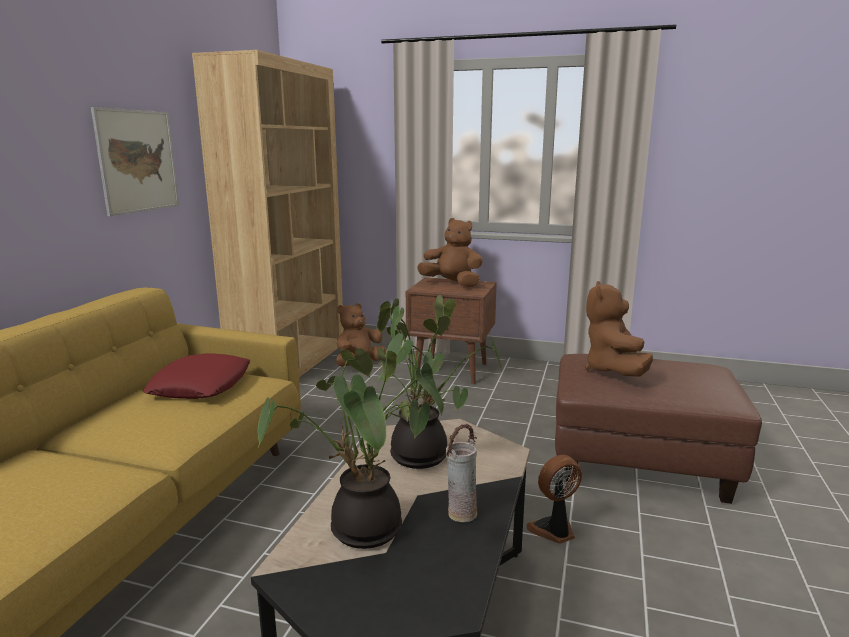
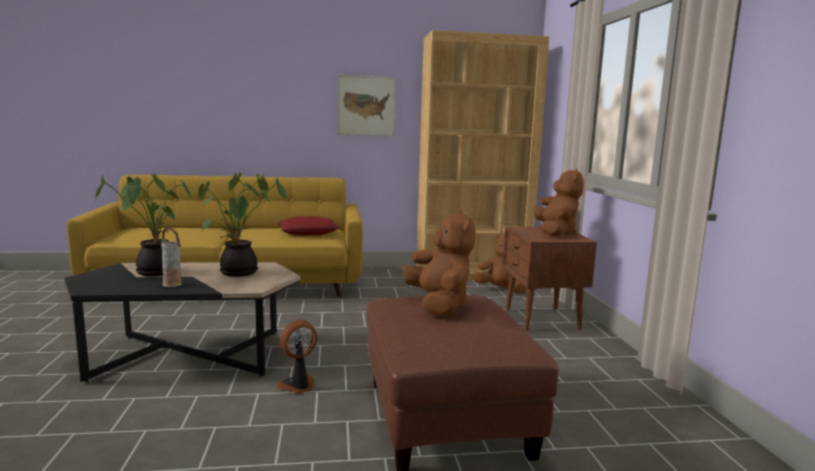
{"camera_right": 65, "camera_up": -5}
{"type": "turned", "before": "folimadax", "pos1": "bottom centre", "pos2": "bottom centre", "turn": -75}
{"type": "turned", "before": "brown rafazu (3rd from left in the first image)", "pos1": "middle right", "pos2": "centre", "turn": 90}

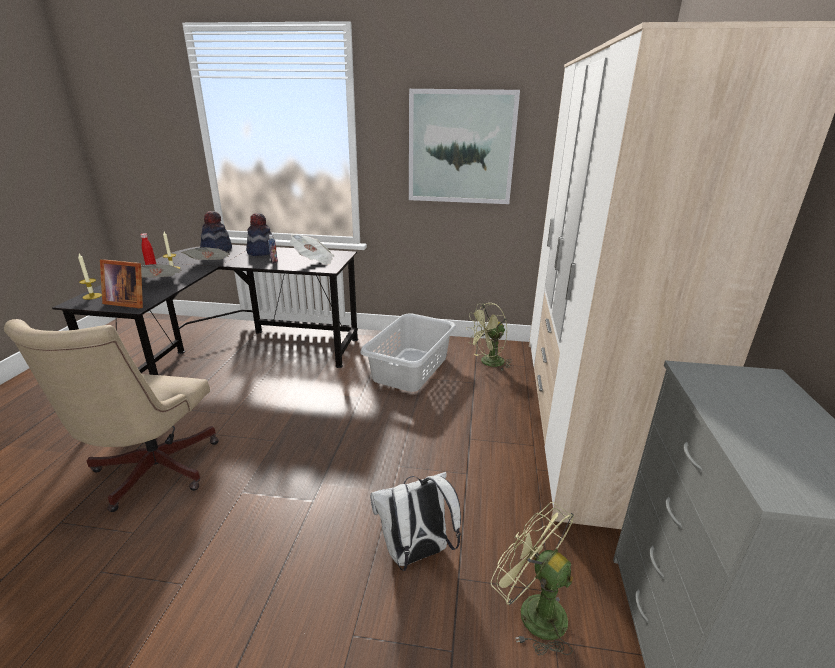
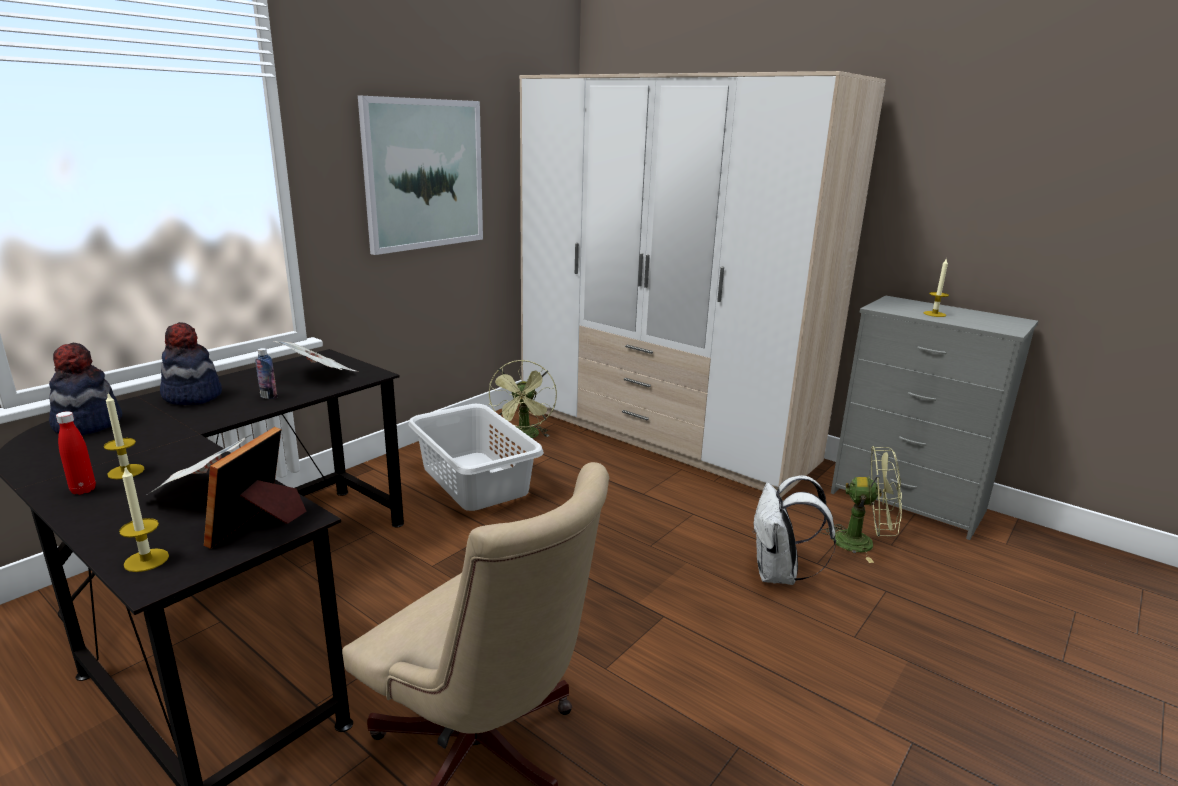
{"camera_right": -60, "camera_up": -5}
{"type": "turned", "before": "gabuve", "pos1": "middle left", "pos2": "middle left", "turn": 150}
{"type": "turned", "before": "green folimadax (2nd from left)", "pos1": "bottom centre", "pos2": "middle right", "turn": -150}
{"type": "added", "after": "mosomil (3rd from left)", "pos2": "middle right"}
{"type": "removed", "before": "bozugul (2nd from left)", "pos1": "middle left"}

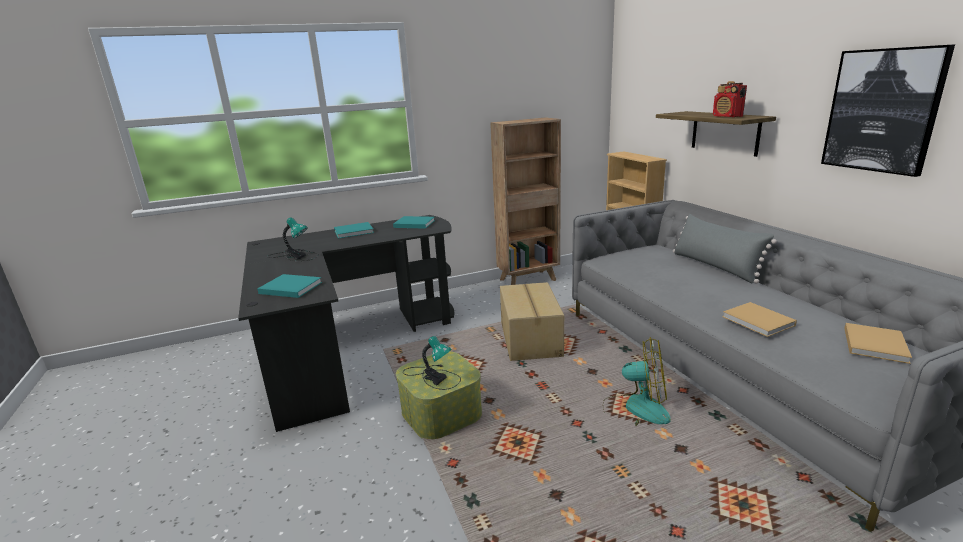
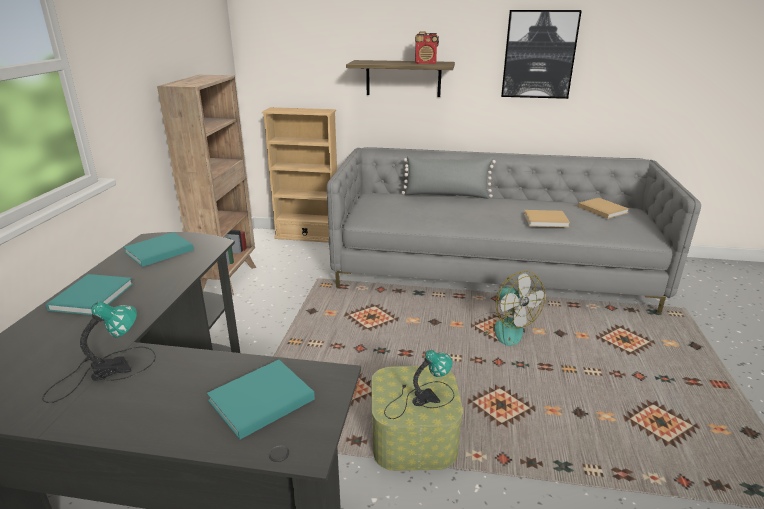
{"camera_right": -60, "camera_up": 5}
{"type": "turned", "before": "folimadax", "pos1": "bottom centre", "pos2": "middle right", "turn": 105}
{"type": "removed", "before": "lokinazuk", "pos1": "centre"}

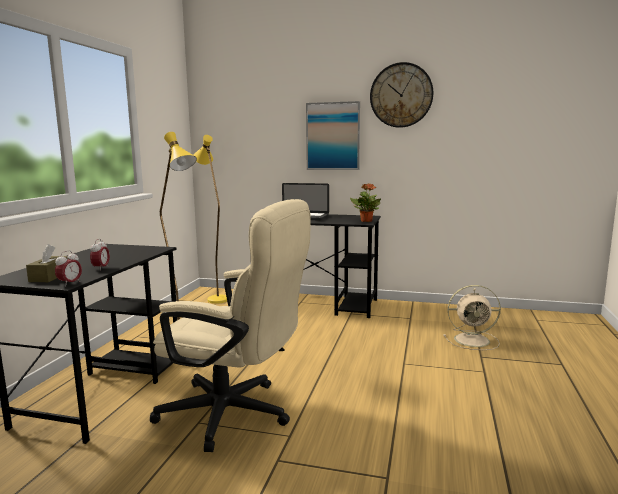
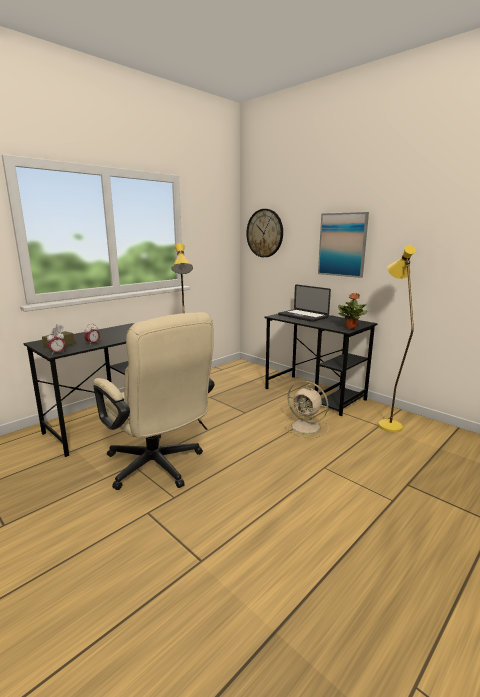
{"camera_right": 30, "camera_up": 5}
{"type": "moved", "before": "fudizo", "pos1": "top centre", "pos2": "centre"}
{"type": "moved", "before": "beige folimadax", "pos1": "middle right", "pos2": "centre"}
{"type": "moved", "before": "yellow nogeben (2nd from left)", "pos1": "centre", "pos2": "middle right"}

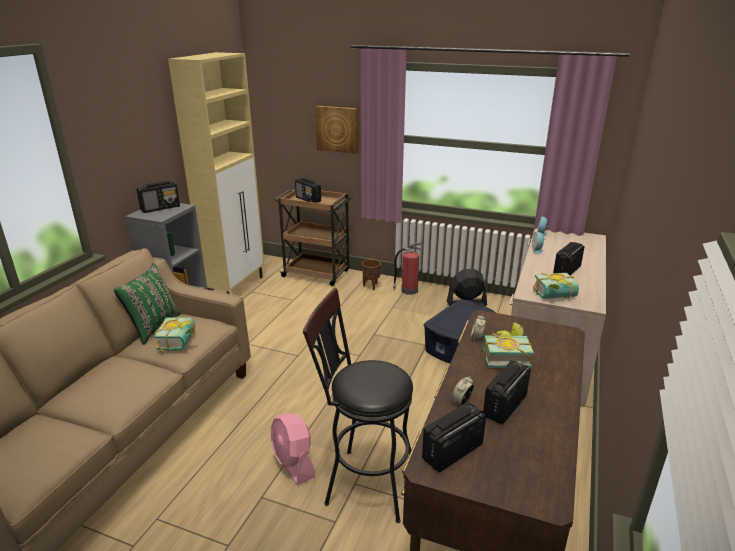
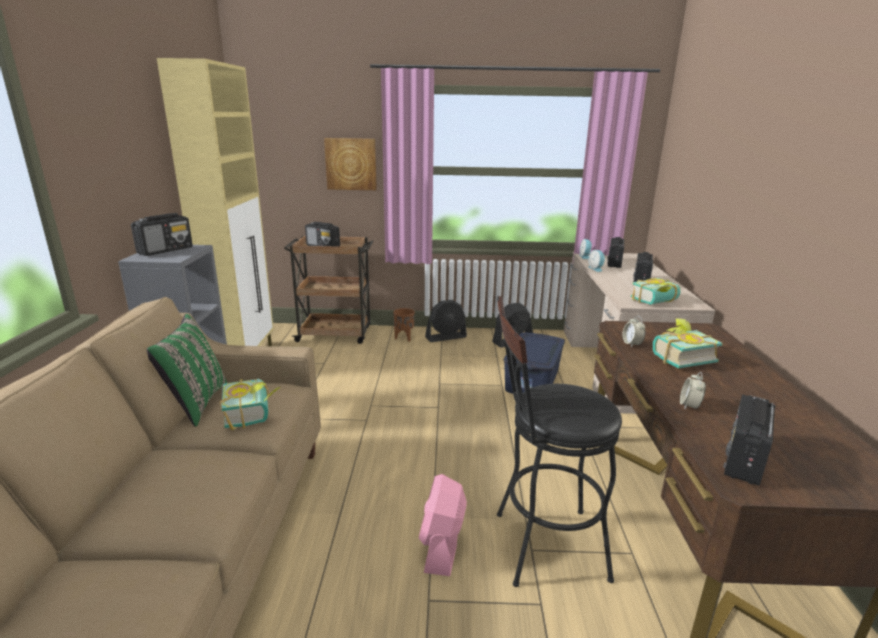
{"camera_right": -20, "camera_up": -5}
{"type": "turned", "before": "pink folimadax", "pos1": "bottom centre", "pos2": "bottom centre", "turn": 60}
{"type": "replaced", "before": "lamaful", "after": "black folimadax (1st from left)", "pos1": "centre", "pos2": "centre"}
{"type": "moved", "before": "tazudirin (4th from left in the first image)", "after": "tazudirin (3rd from left)", "pos1": "bottom right", "pos2": "middle right"}

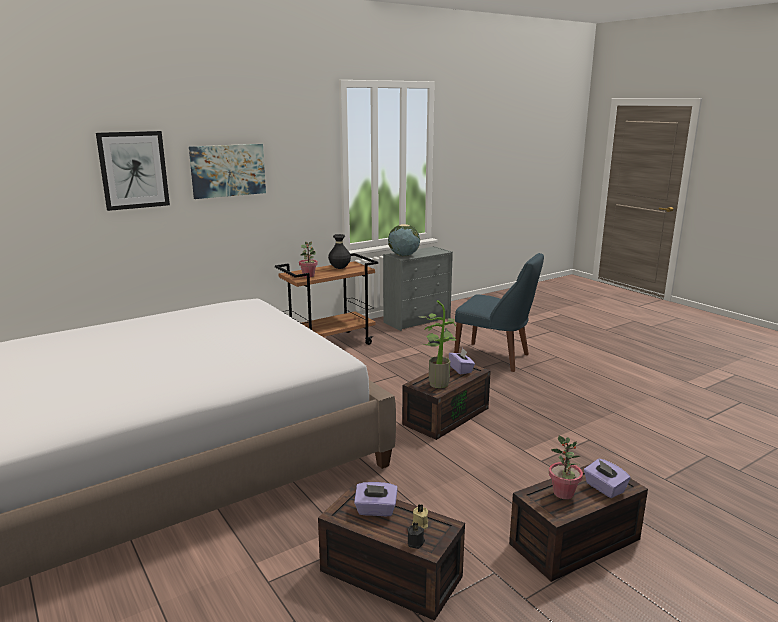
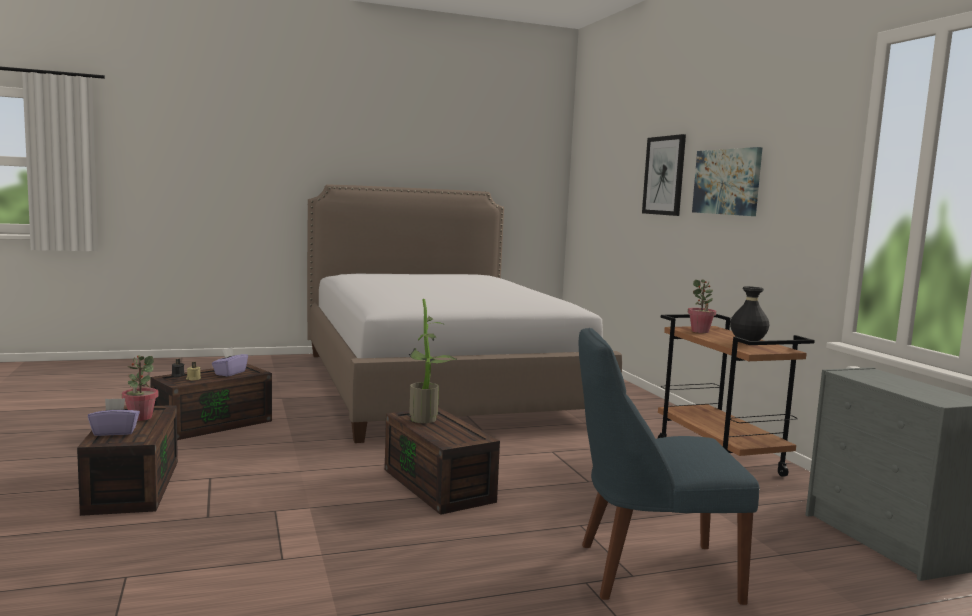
{"camera_right": 105, "camera_up": -10}
{"type": "turned", "before": "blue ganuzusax", "pos1": "centre", "pos2": "bottom right", "turn": 45}
{"type": "removed", "before": "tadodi", "pos1": "centre"}
{"type": "removed", "before": "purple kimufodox (2nd from left)", "pos1": "centre"}

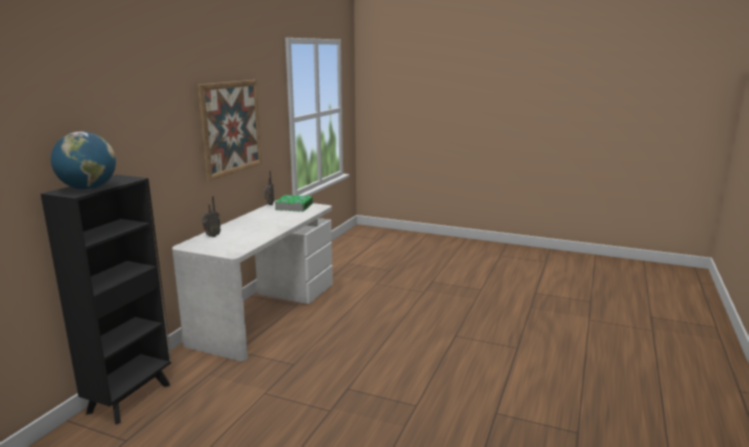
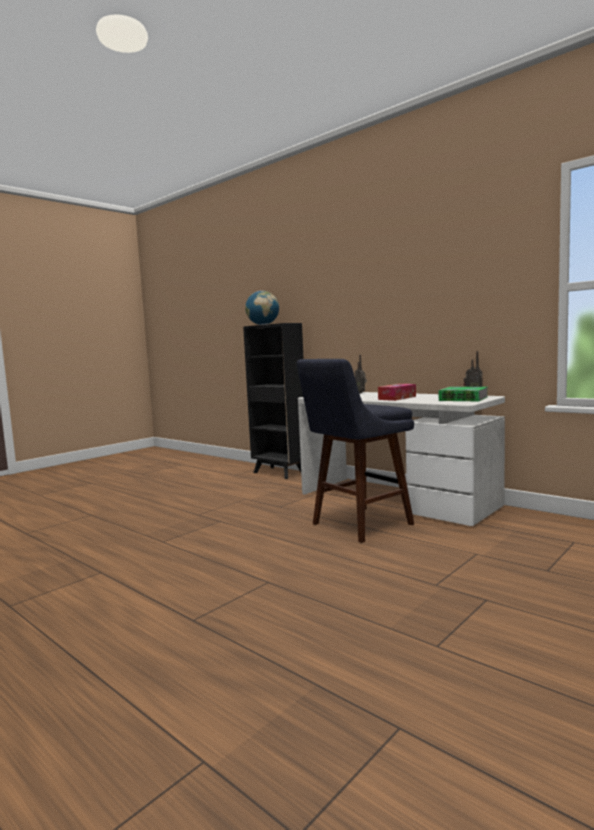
{"camera_right": 110, "camera_up": -10}
{"type": "added", "after": "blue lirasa", "pos2": "centre"}
{"type": "added", "after": "kimufodox", "pos2": "middle right"}
{"type": "removed", "before": "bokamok", "pos1": "top left"}

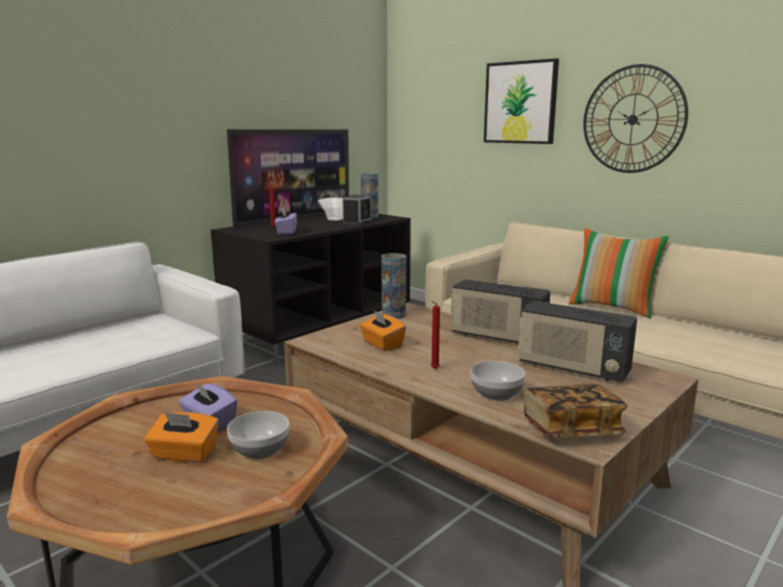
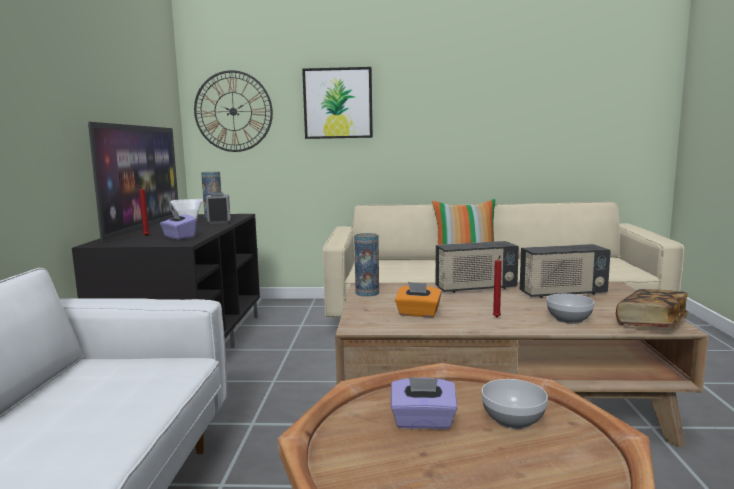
{"camera_right": -40, "camera_up": -5}
{"type": "moved", "before": "fudizo", "pos1": "top right", "pos2": "top left"}
{"type": "removed", "before": "orange kimufodox (1st from left)", "pos1": "bottom left"}

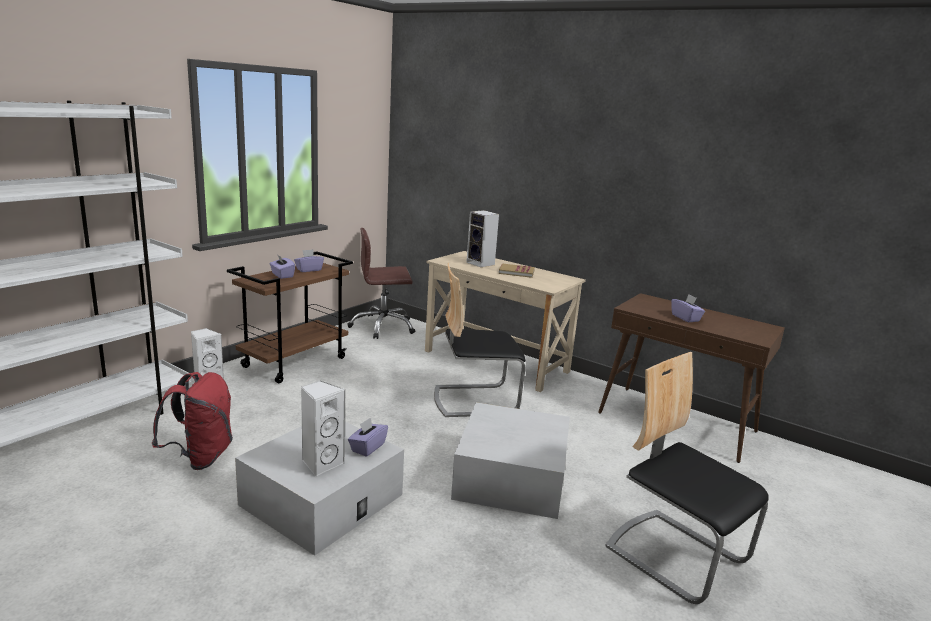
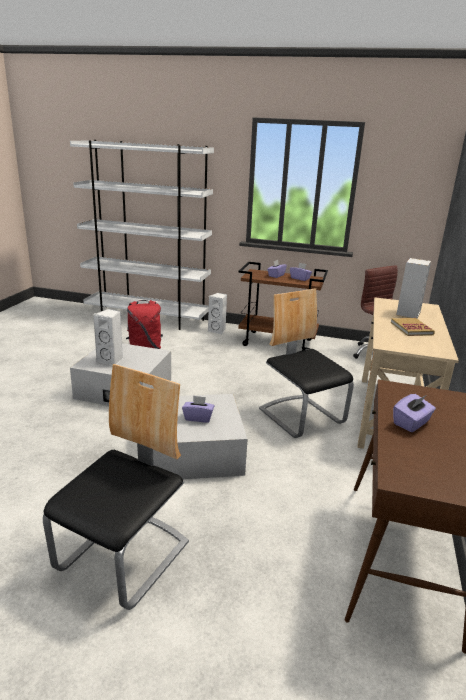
{"camera_right": 70, "camera_up": 5}
{"type": "moved", "before": "purple kimufodox (3rd from left in the first image)", "after": "purple kimufodox (1st from left)", "pos1": "bottom centre", "pos2": "centre"}

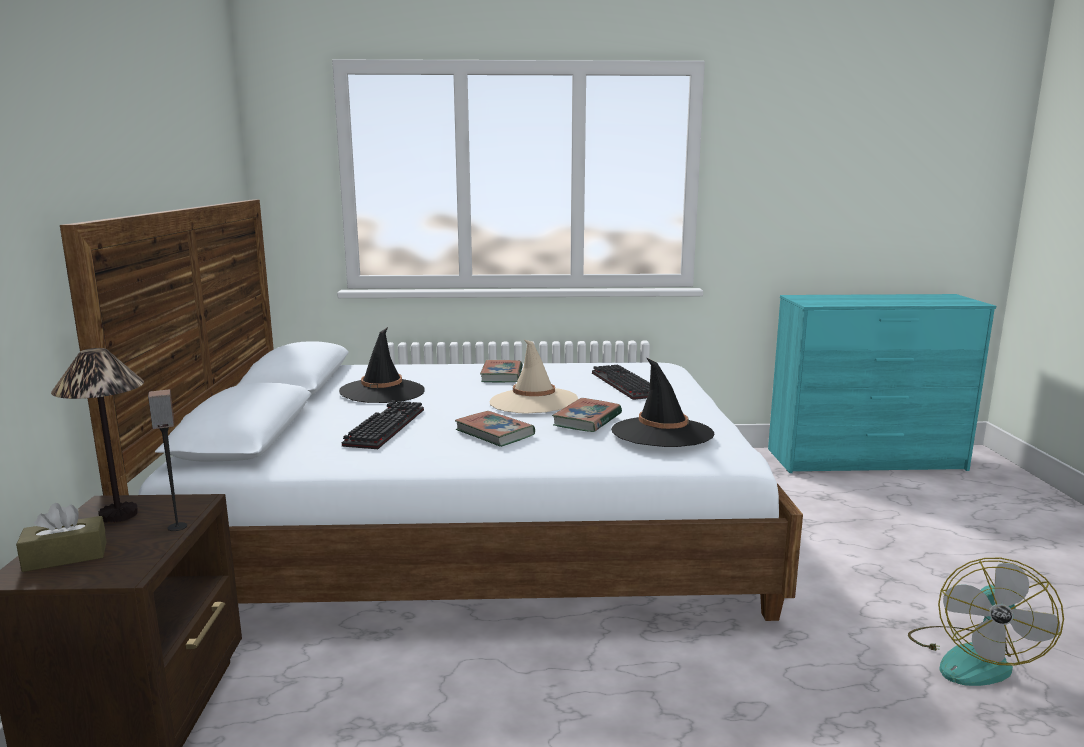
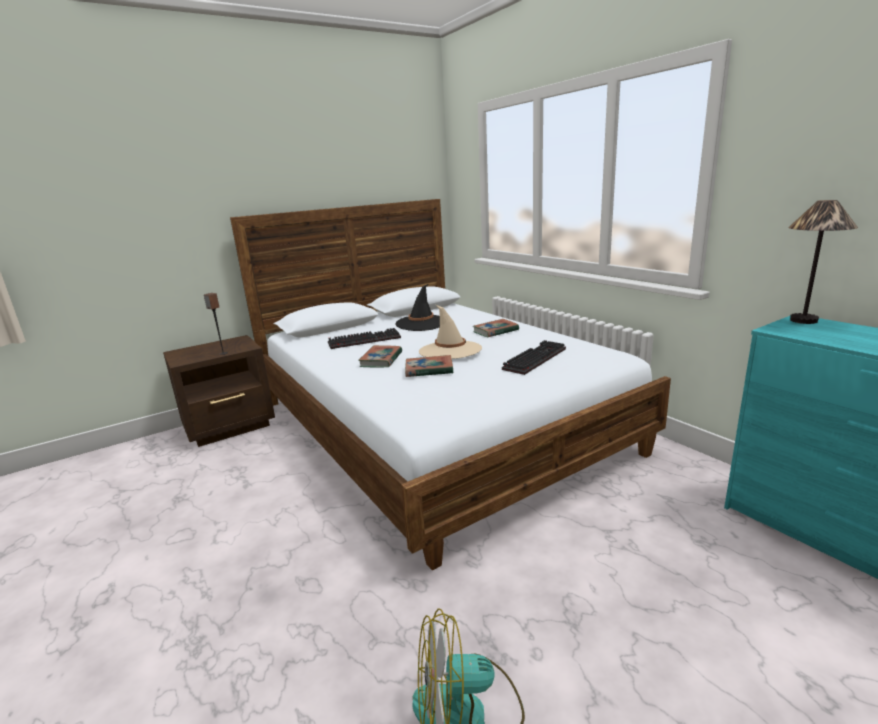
{"camera_right": 60, "camera_up": 5}
{"type": "moved", "before": "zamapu", "pos1": "middle left", "pos2": "middle right"}
{"type": "removed", "before": "brown kimufodox", "pos1": "bottom left"}
{"type": "removed", "before": "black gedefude (2nd from left)", "pos1": "centre"}

